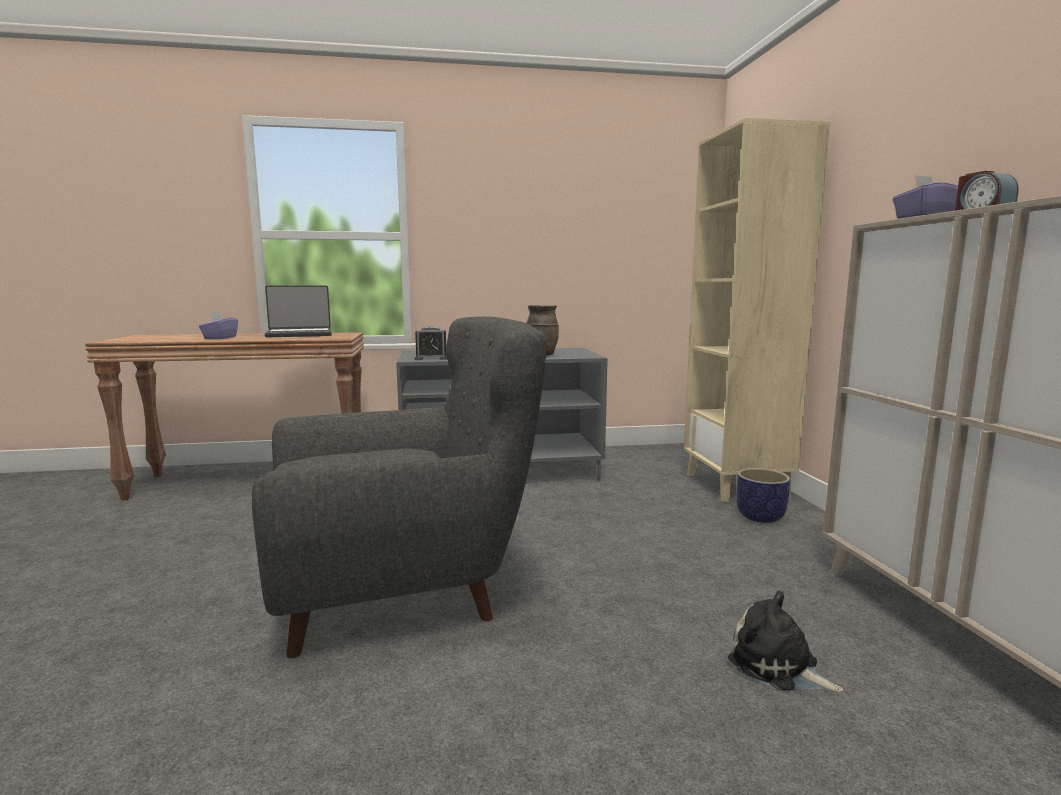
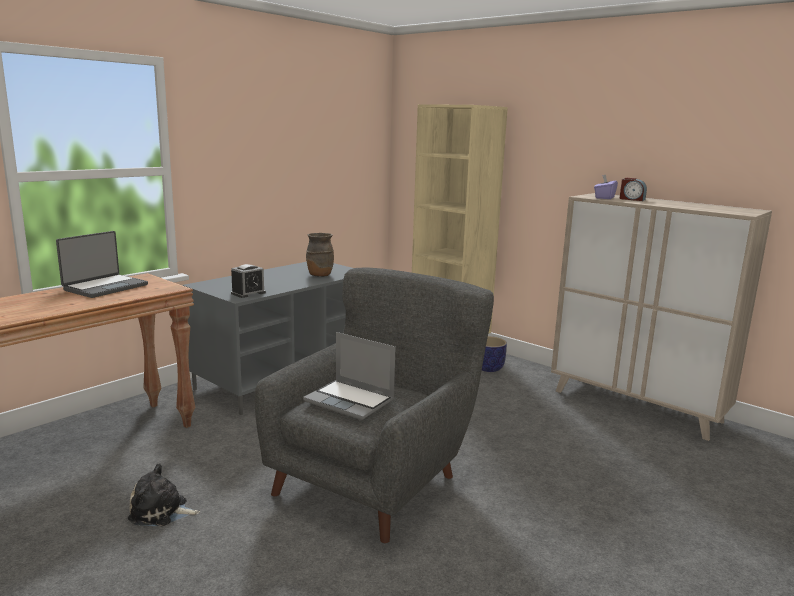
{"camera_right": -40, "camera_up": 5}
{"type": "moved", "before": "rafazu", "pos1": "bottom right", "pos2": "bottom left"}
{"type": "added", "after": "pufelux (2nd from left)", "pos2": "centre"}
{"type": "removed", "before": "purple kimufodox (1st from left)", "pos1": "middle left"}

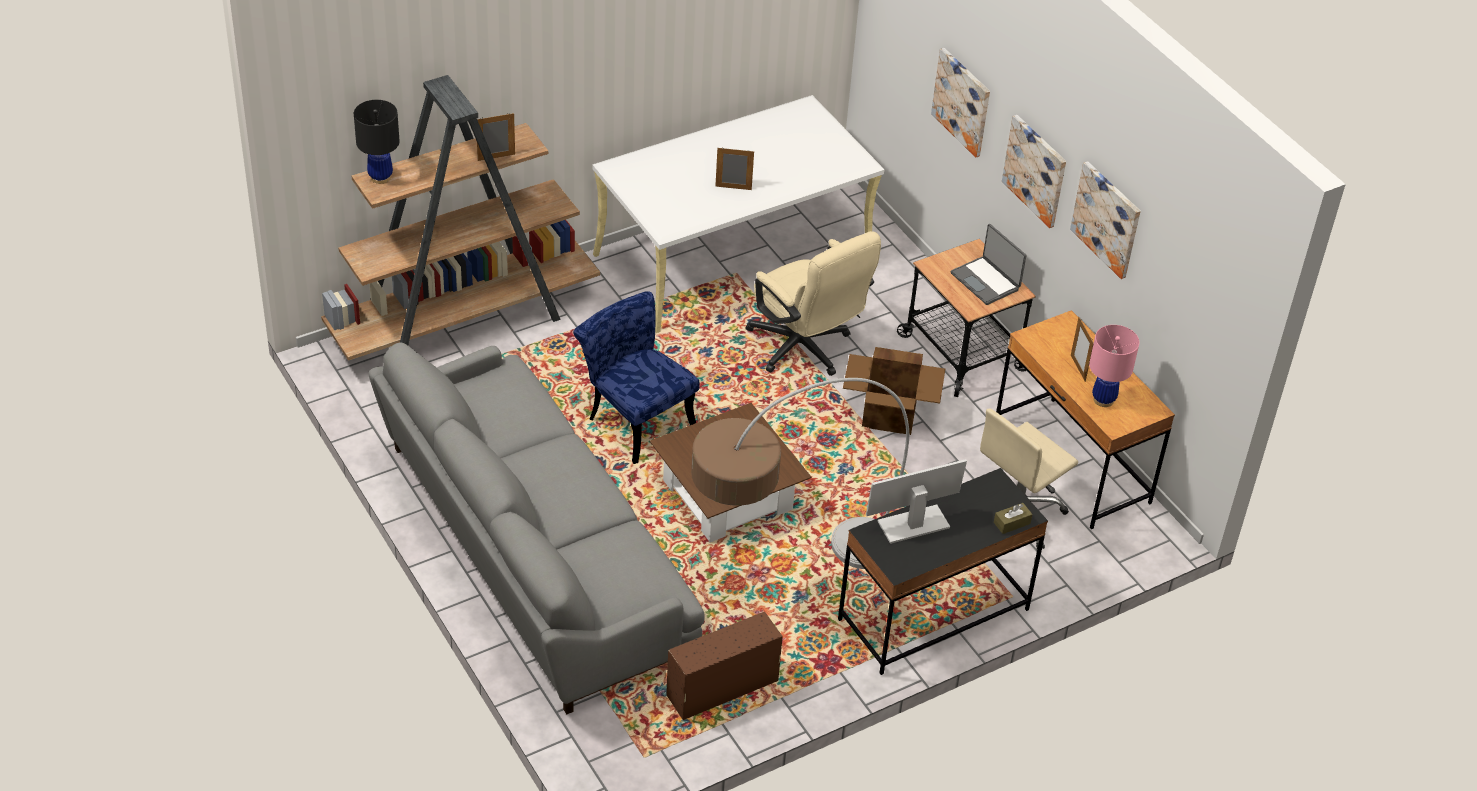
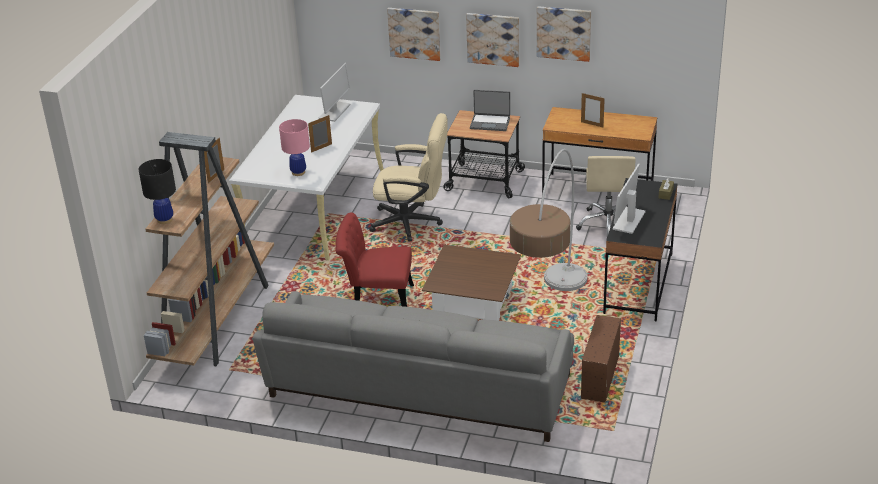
{"camera_right": -40, "camera_up": -10}
{"type": "moved", "before": "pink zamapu", "pos1": "middle right", "pos2": "top centre"}
{"type": "added", "after": "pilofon (1st from left)", "pos2": "top centre"}
{"type": "recoloured", "before": "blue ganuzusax", "after": "red ganuzusax", "pos1": "centre", "pos2": "centre"}
{"type": "removed", "before": "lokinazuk", "pos1": "centre"}

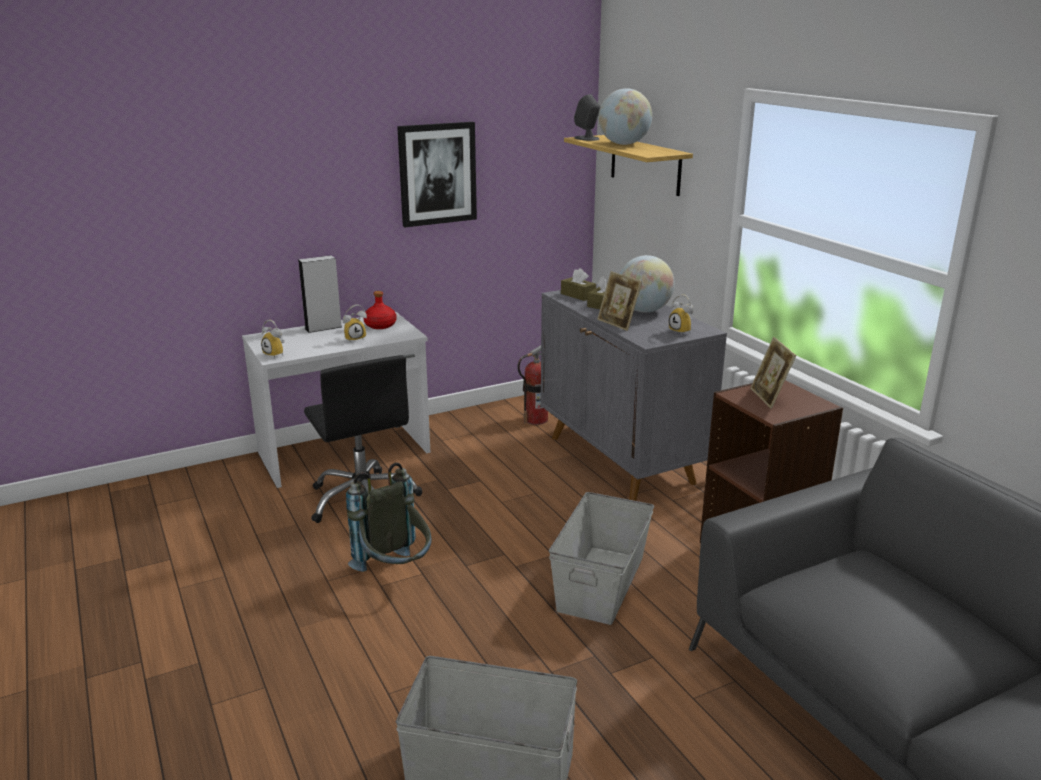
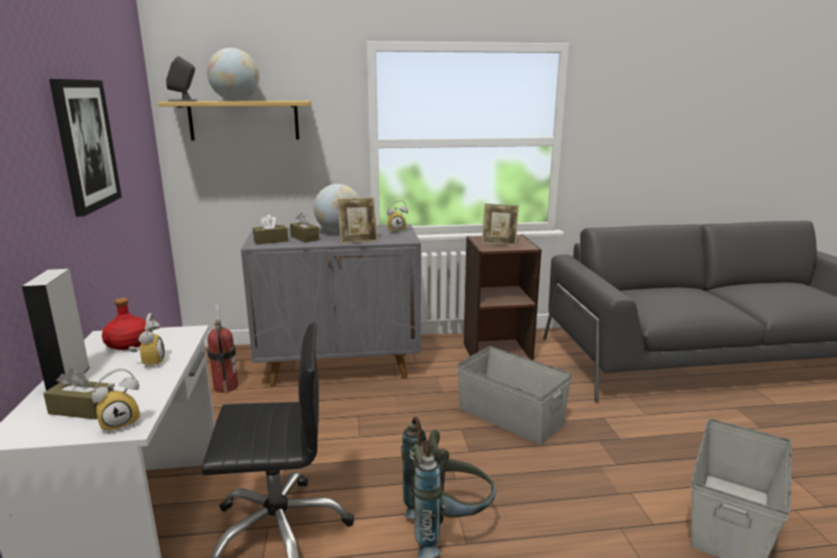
{"camera_right": -70, "camera_up": -5}
{"type": "added", "after": "brown kimufodox (1st from left)", "pos2": "bottom left"}

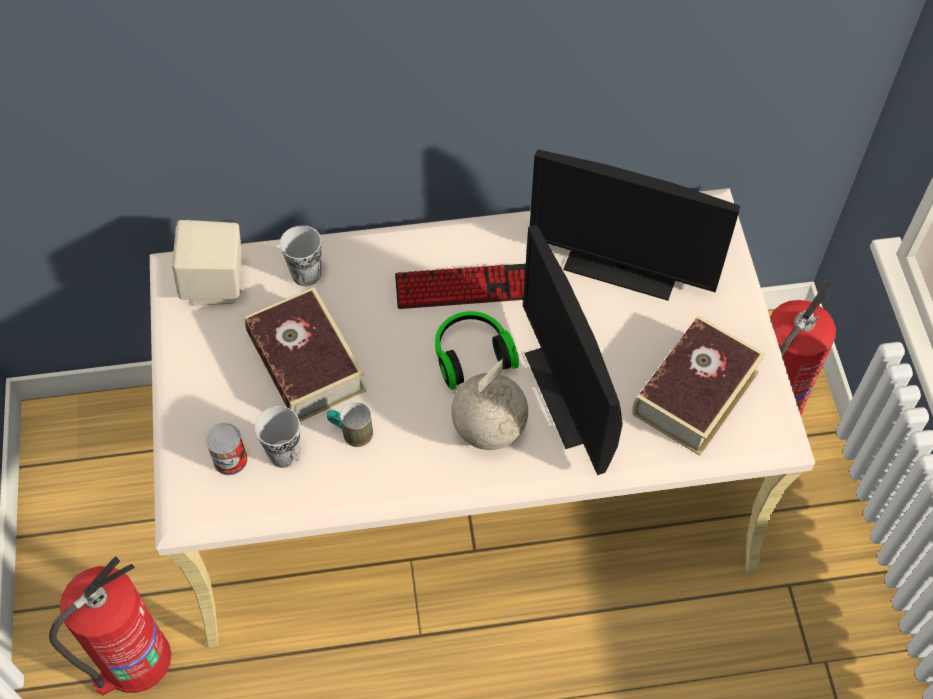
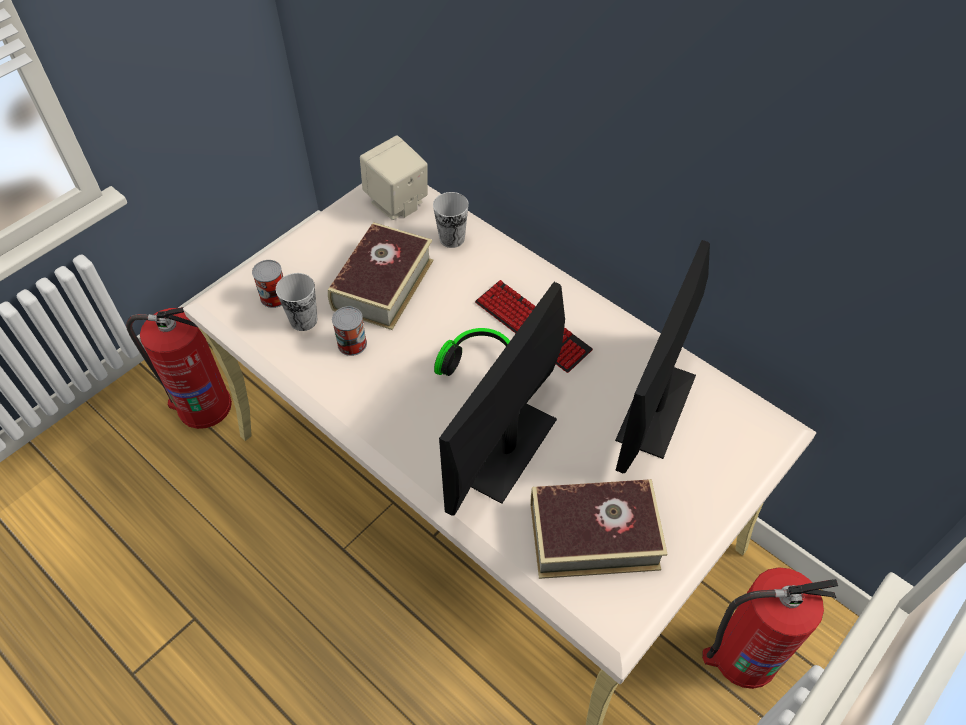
{"camera_right": 50, "camera_up": -5}
{"type": "replaced", "before": "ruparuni", "after": "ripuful (2nd from left)", "pos1": "centre", "pos2": "centre"}
{"type": "turned", "before": "pilofon (2nd from left)", "pos1": "top right", "pos2": "middle right", "turn": 45}
{"type": "removed", "before": "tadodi", "pos1": "centre"}

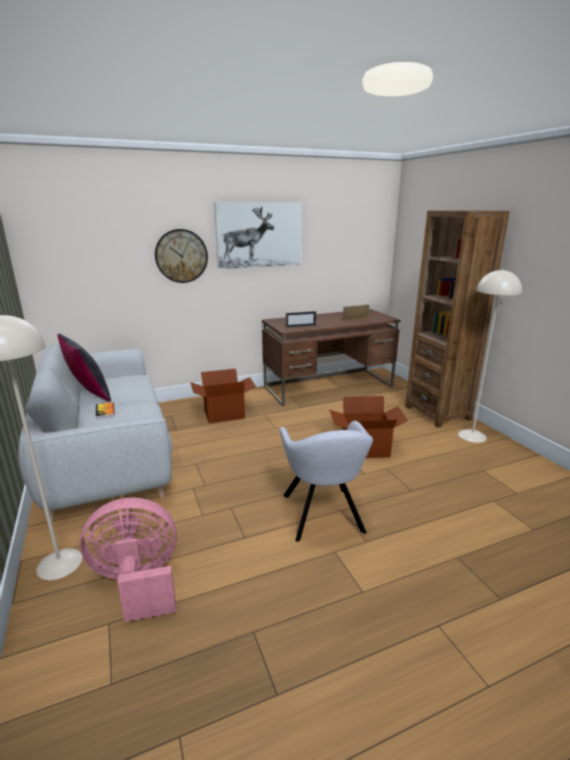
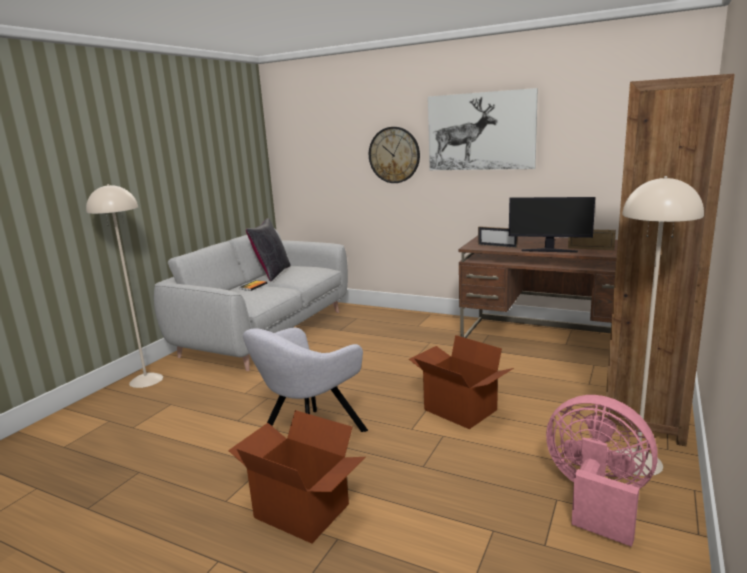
{"camera_right": 50, "camera_up": -5}
{"type": "moved", "before": "lokinazuk (1st from left)", "pos1": "centre", "pos2": "bottom centre"}
{"type": "added", "after": "pilofon", "pos2": "middle right"}
{"type": "moved", "before": "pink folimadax", "pos1": "bottom left", "pos2": "bottom right"}

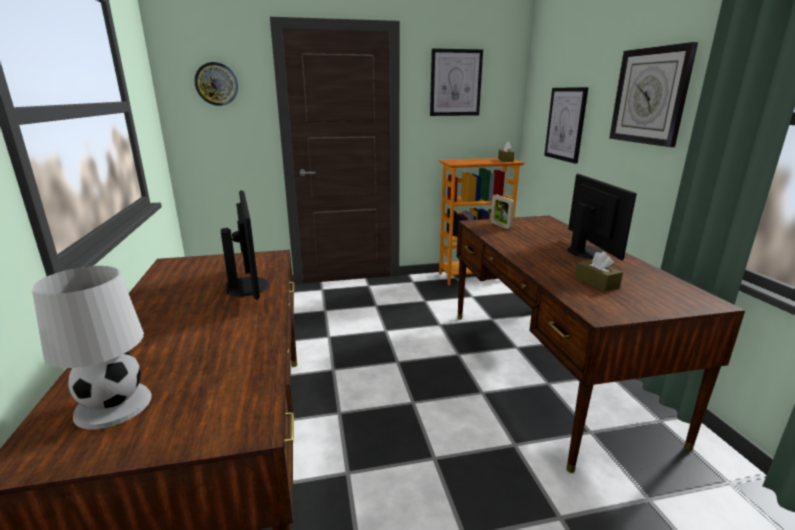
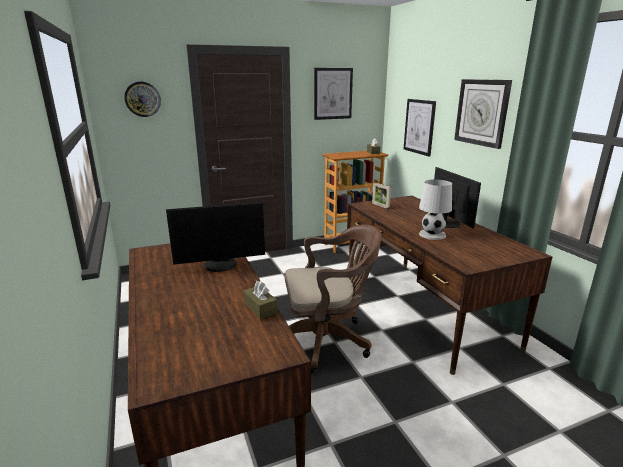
{"camera_right": -10, "camera_up": 0}
{"type": "turned", "before": "pilofon (1st from left)", "pos1": "middle left", "pos2": "centre", "turn": 105}
{"type": "moved", "before": "brown kimufodox (2nd from left in the first image)", "after": "brown kimufodox (1st from left)", "pos1": "middle right", "pos2": "centre"}
{"type": "added", "after": "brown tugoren", "pos2": "centre"}
{"type": "moved", "before": "white zamapu", "pos1": "middle left", "pos2": "middle right"}

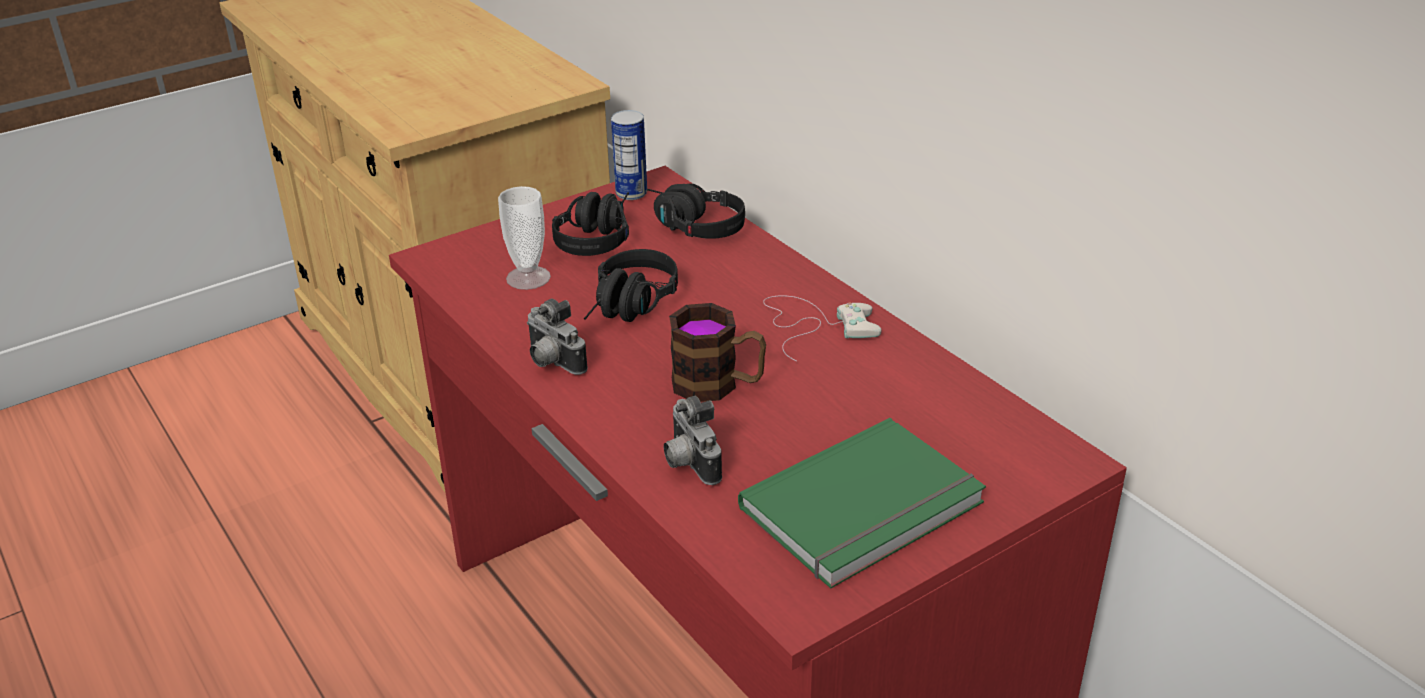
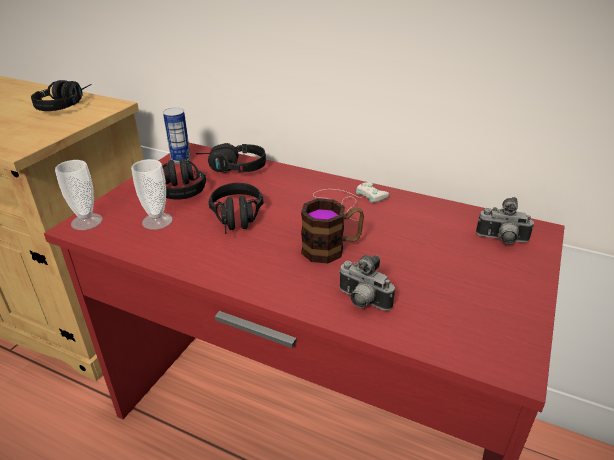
{"camera_right": -30, "camera_up": 0}
{"type": "added", "after": "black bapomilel (1st from left)", "pos2": "top left"}
{"type": "added", "after": "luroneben (1st from left)", "pos2": "middle left"}
{"type": "moved", "before": "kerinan (1st from left in the first image)", "after": "kerinan (2nd from left)", "pos1": "centre", "pos2": "middle right"}
{"type": "removed", "before": "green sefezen", "pos1": "bottom centre"}

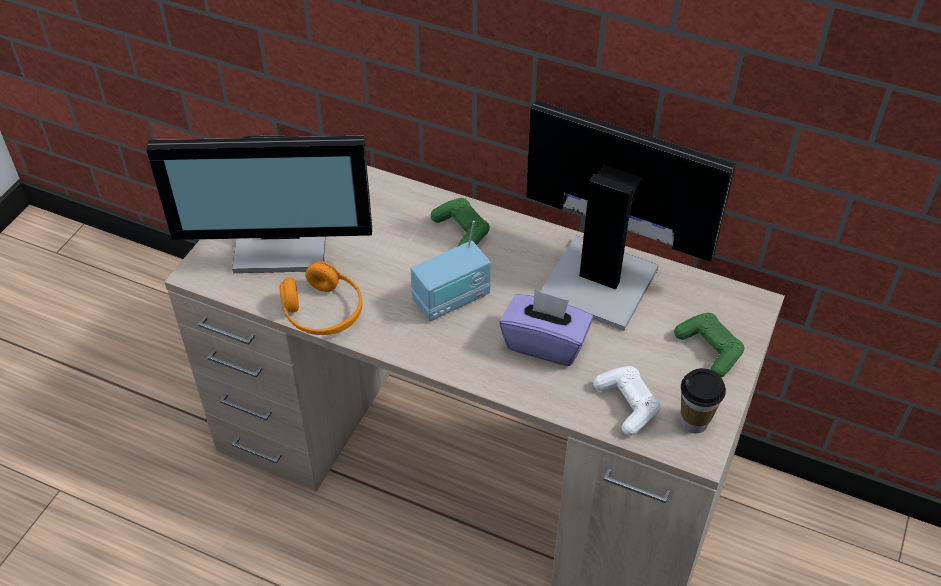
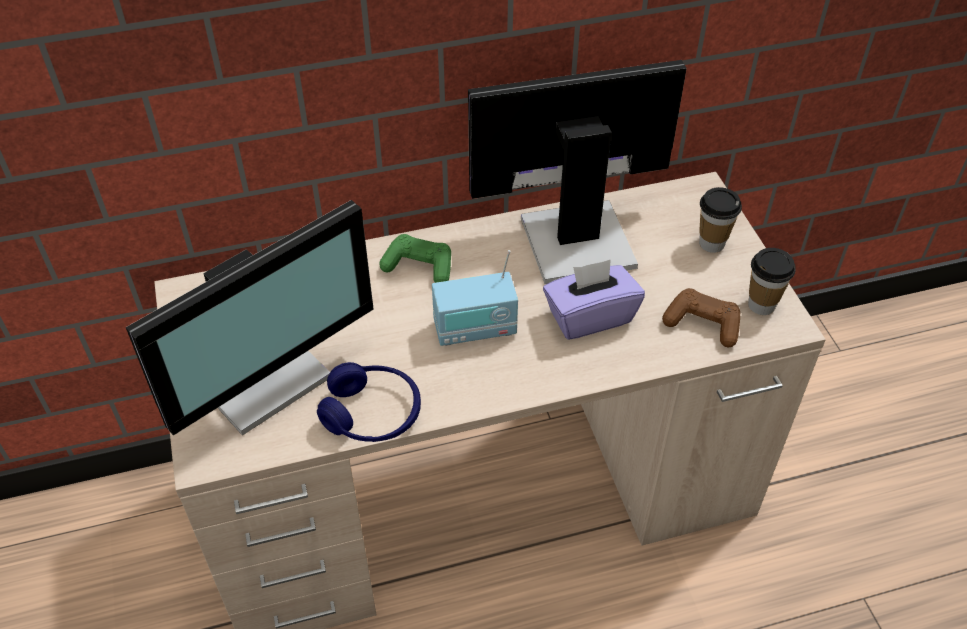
{"camera_right": -40, "camera_up": 0}
{"type": "recoloured", "before": "orange bapomilel", "after": "blue bapomilel", "pos1": "centre", "pos2": "centre"}
{"type": "turned", "before": "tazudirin", "pos1": "centre", "pos2": "centre", "turn": 60}
{"type": "recoloured", "before": "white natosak", "after": "brown natosak", "pos1": "bottom centre", "pos2": "middle right"}
{"type": "replaced", "before": "green natosak (2nd from left)", "after": "luroneben (1st from left)", "pos1": "middle right", "pos2": "middle right"}

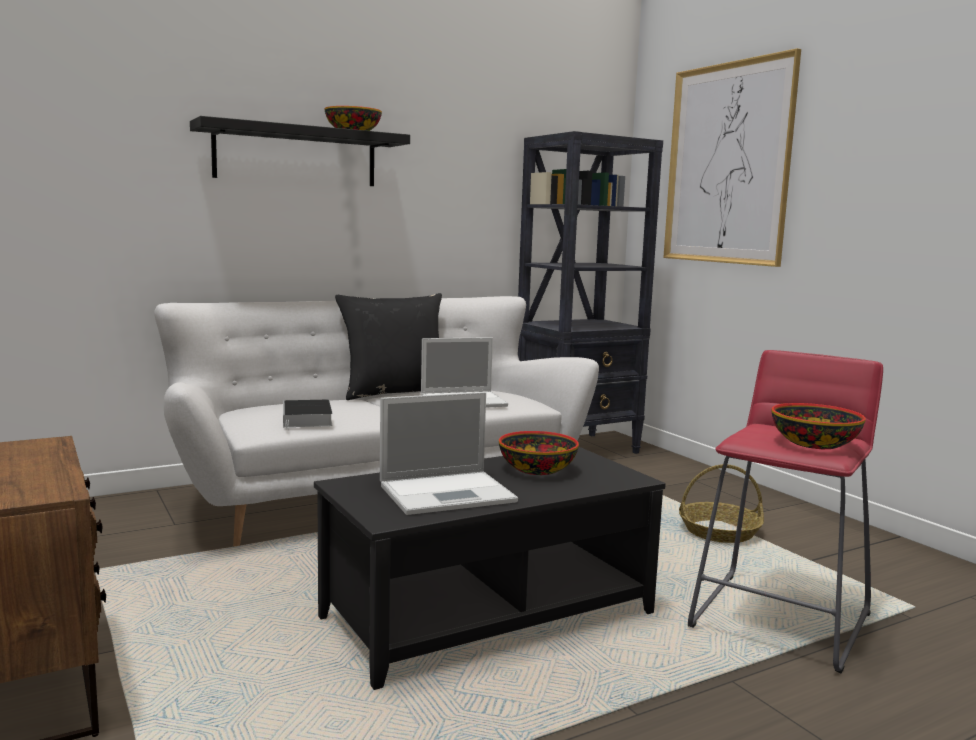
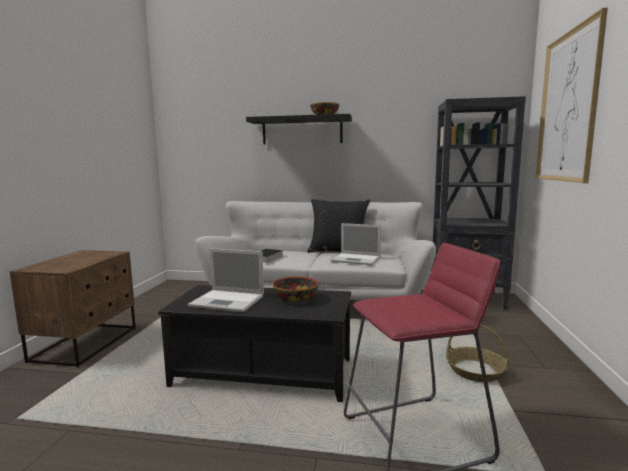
{"camera_right": 40, "camera_up": 0}
{"type": "removed", "before": "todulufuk (3rd from left)", "pos1": "middle right"}

